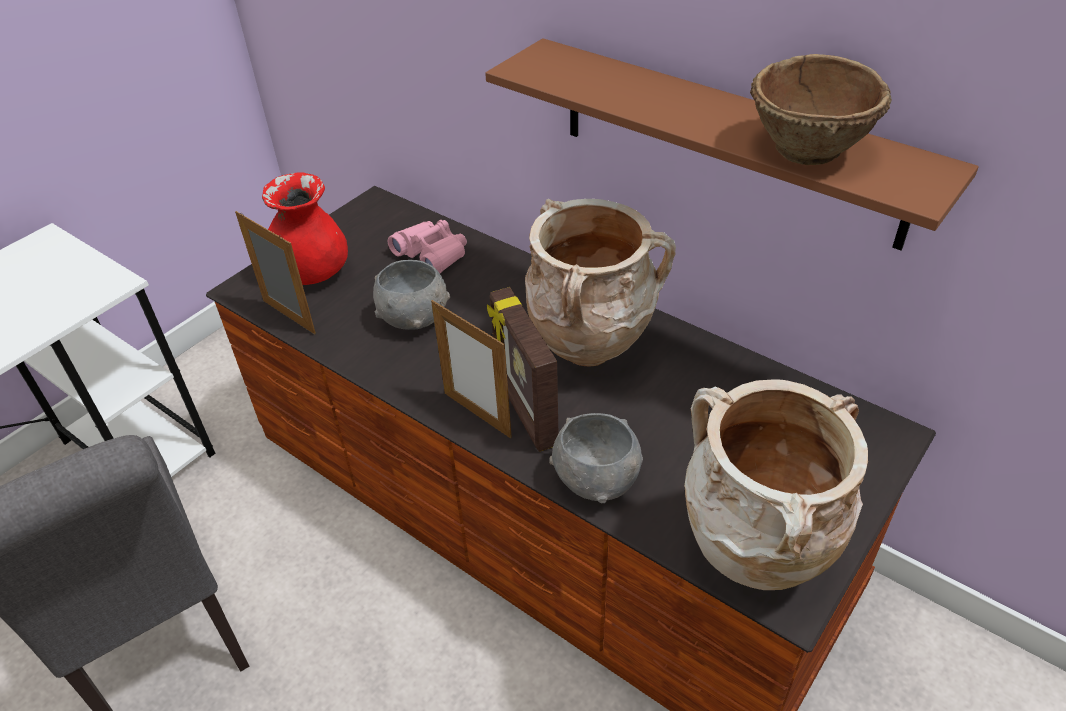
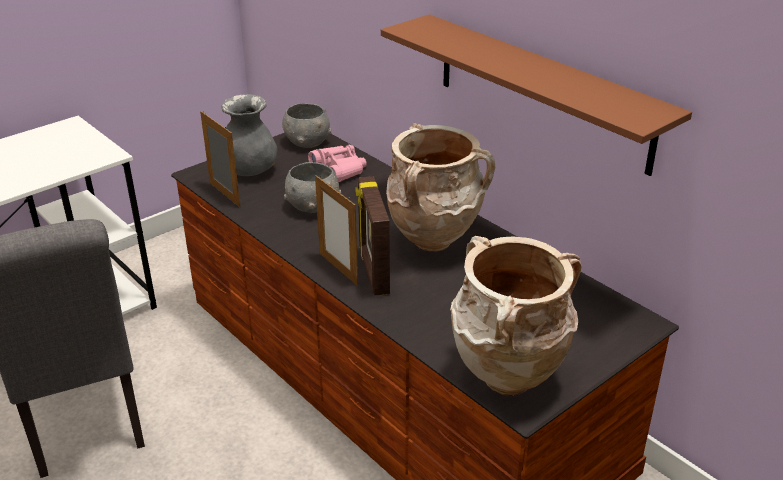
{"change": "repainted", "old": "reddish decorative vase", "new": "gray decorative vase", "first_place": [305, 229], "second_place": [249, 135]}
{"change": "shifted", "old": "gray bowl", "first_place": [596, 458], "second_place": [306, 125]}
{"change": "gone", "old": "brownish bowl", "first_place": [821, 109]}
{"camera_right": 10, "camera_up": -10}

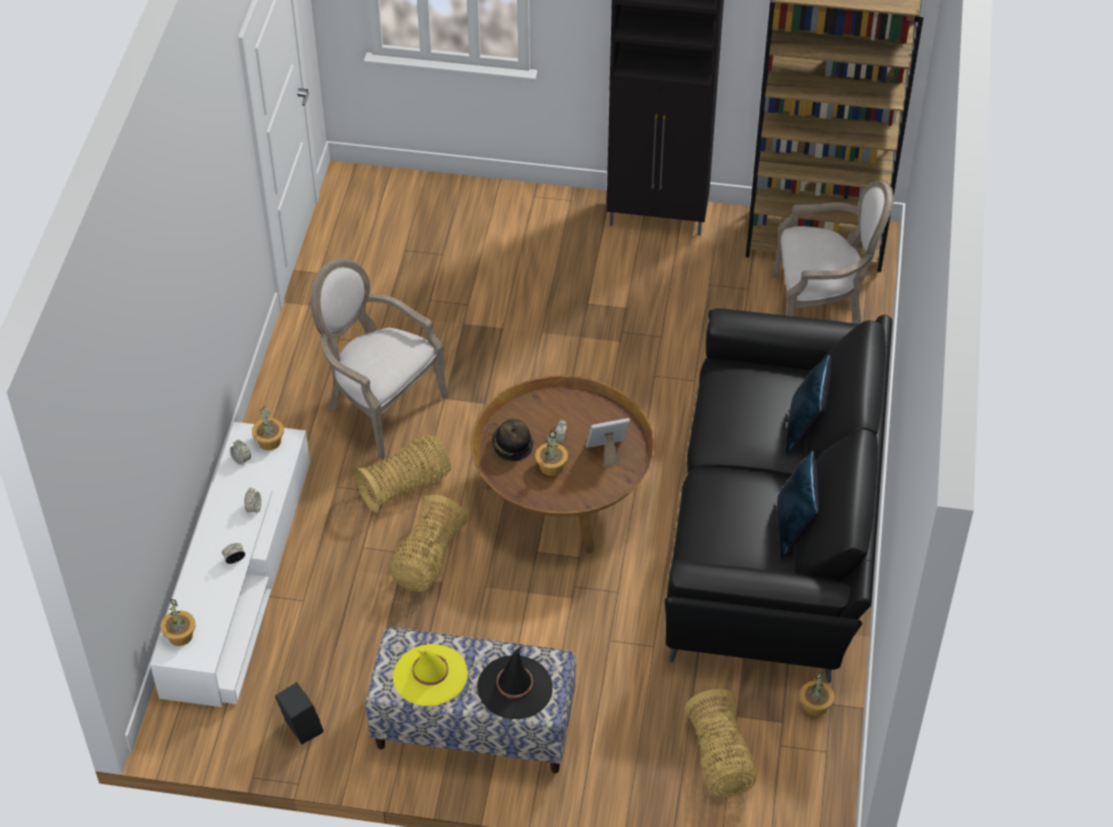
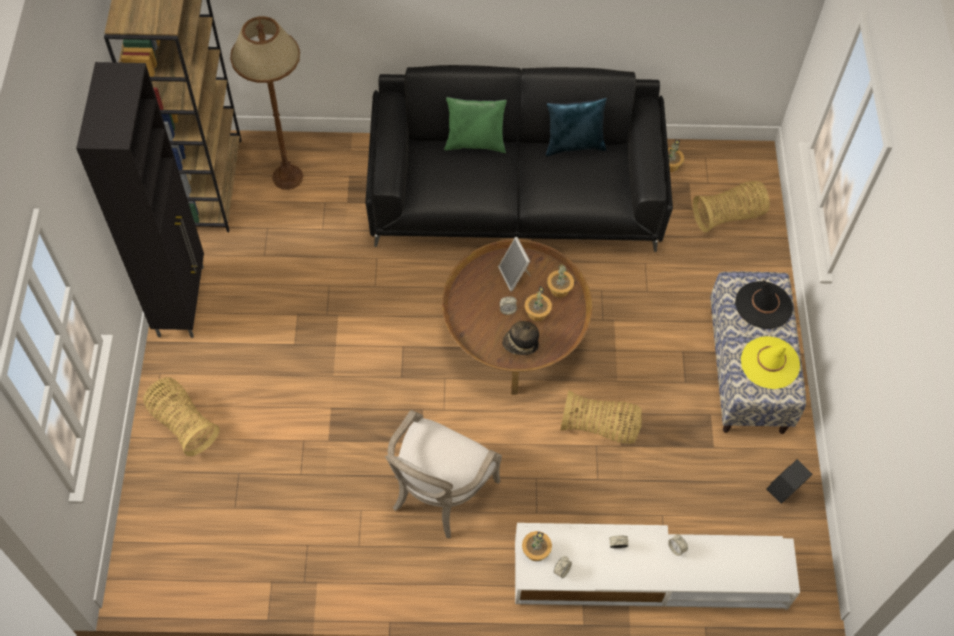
{"change": "shifted", "old": "storage basket", "first_place": [402, 474], "second_place": [181, 416]}
{"change": "swapped", "old": "armchair", "new": "brownish floor lamp", "first_place": [833, 252], "second_place": [266, 103]}
{"change": "repainted", "old": "blue pillow", "new": "green pillow", "first_place": [808, 405], "second_place": [475, 125]}
{"change": "shifted", "old": "houseplant", "first_place": [178, 622], "second_place": [560, 281]}
{"camera_right": -100, "camera_up": 10}

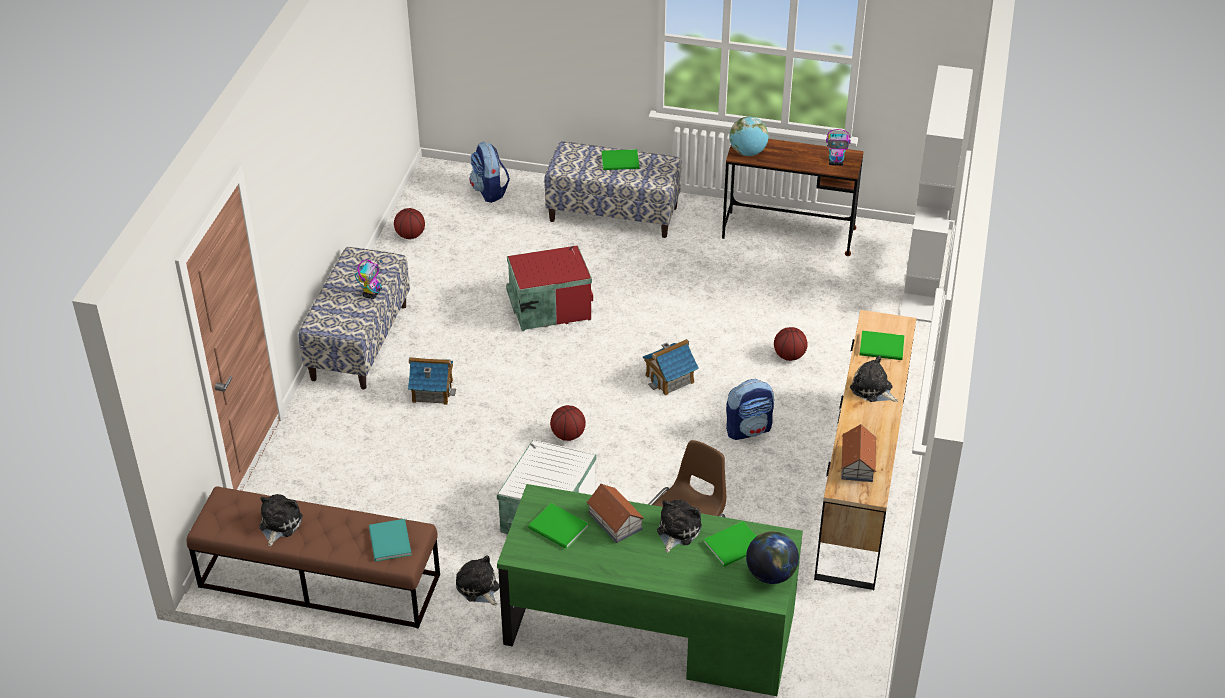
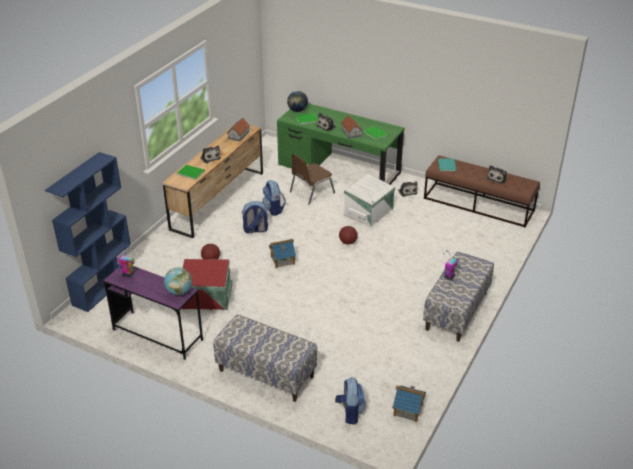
{"change": "repainted", "old": "whitish shelving unit", "new": "blue shelving unit", "first_place": [936, 194], "second_place": [88, 232]}
{"change": "repainted", "old": "brownish desk unit", "new": "purplish desk unit", "first_place": [793, 197], "second_place": [153, 313]}
{"change": "shifted", "old": "reddish storage container", "first_place": [549, 288], "second_place": [207, 284]}
{"change": "new", "new": "backpack", "second_place": [274, 198]}
{"change": "shifted", "old": "toy house", "first_place": [432, 381], "second_place": [409, 403]}
{"change": "gone", "old": "basketball ball", "first_place": [409, 223]}
{"change": "gone", "old": "green book", "first_place": [620, 159]}
{"camera_right": -165, "camera_up": -5}

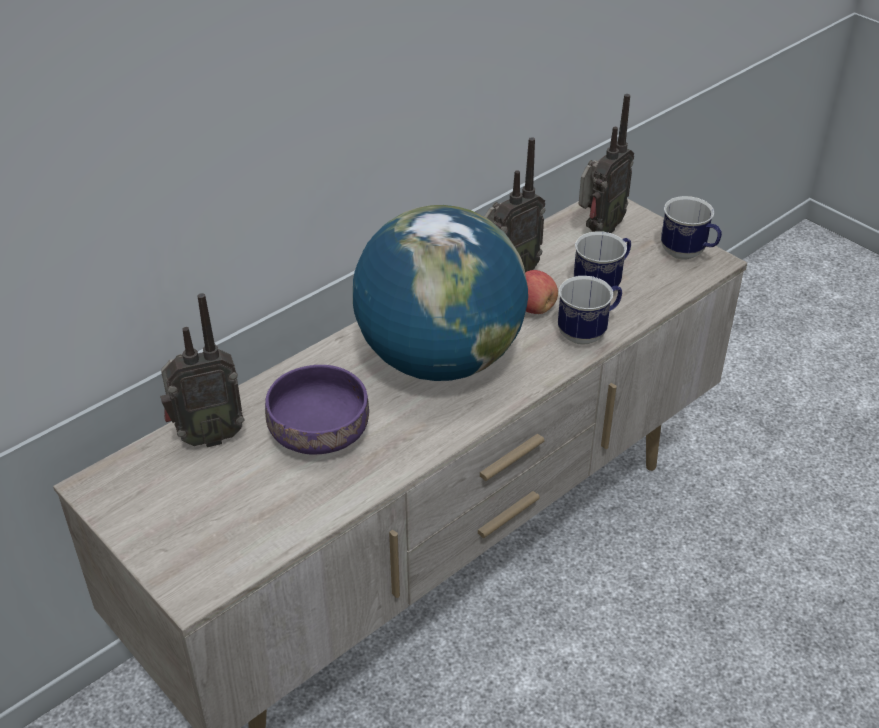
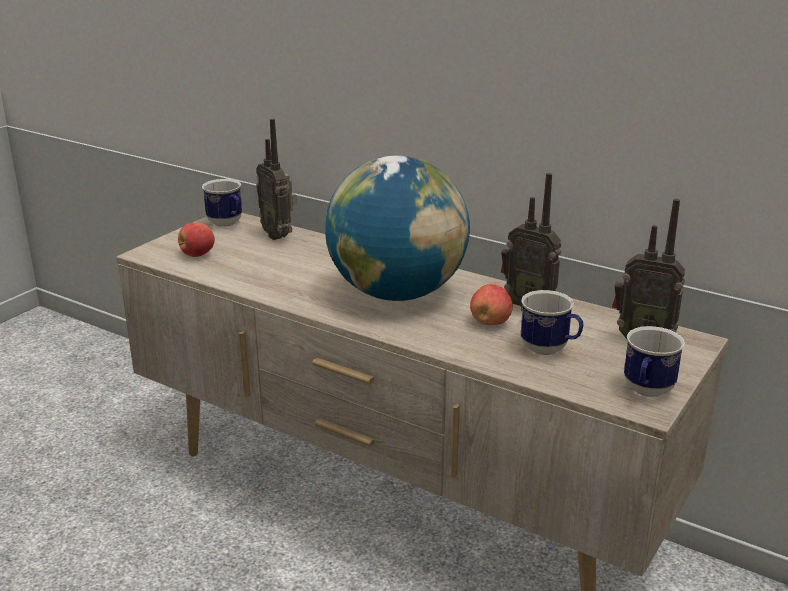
{"change": "new", "new": "whole apple", "second_place": [196, 240]}
{"change": "shifted", "old": "mug", "first_place": [590, 310], "second_place": [222, 203]}
{"change": "gone", "old": "purplish bowl", "first_place": [317, 410]}
{"camera_right": 75, "camera_up": -15}

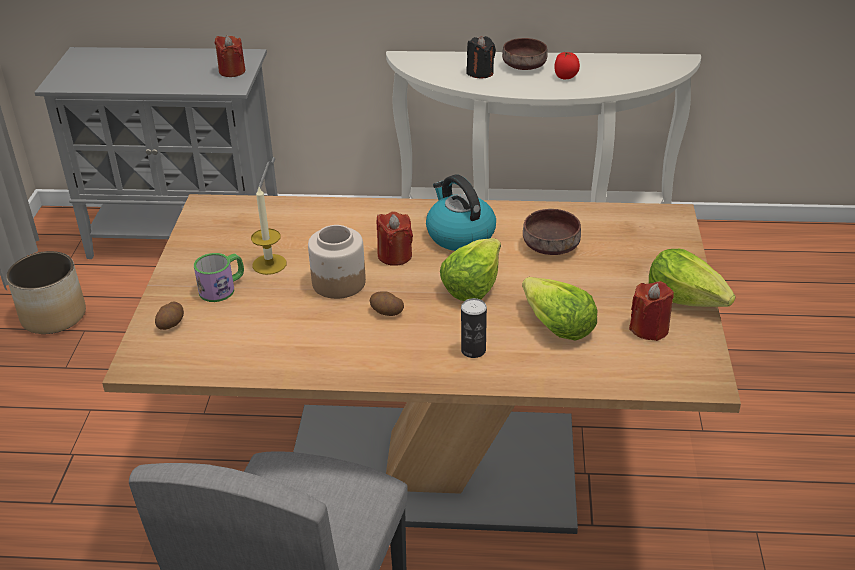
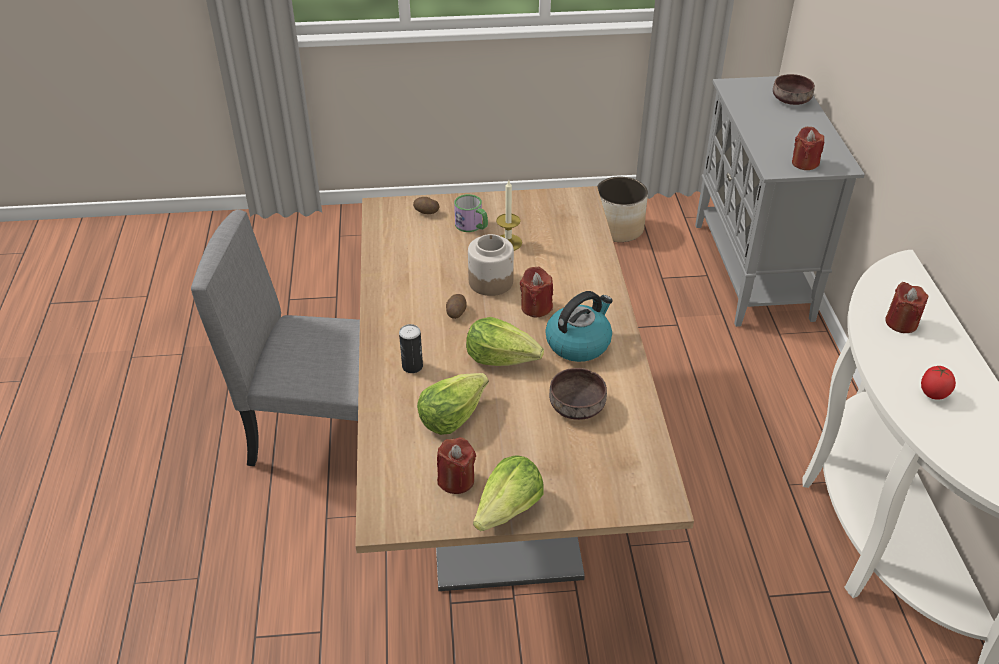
{"change": "shifted", "old": "brownish bowl", "first_place": [524, 54], "second_place": [794, 89]}
{"change": "repainted", "old": "blackish wax candle", "new": "reddish wax candle", "first_place": [481, 57], "second_place": [906, 307]}
{"camera_right": 80, "camera_up": 5}

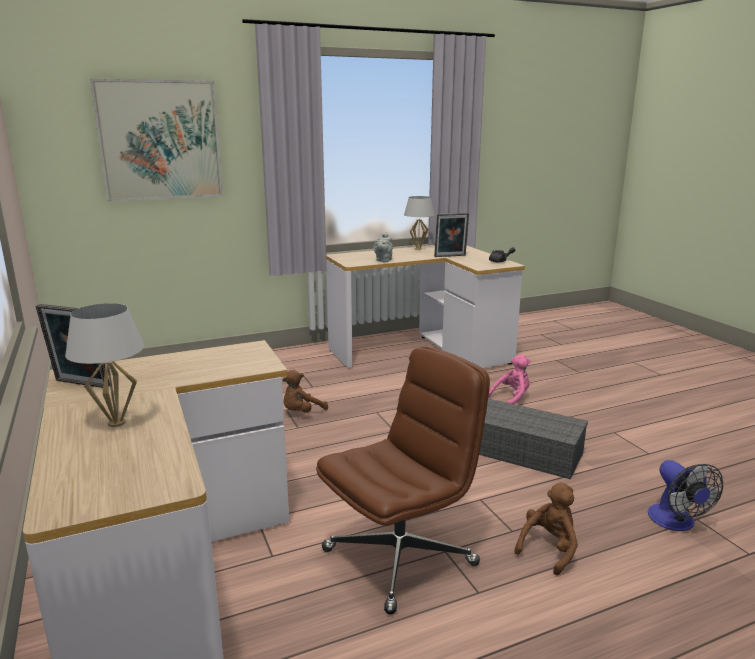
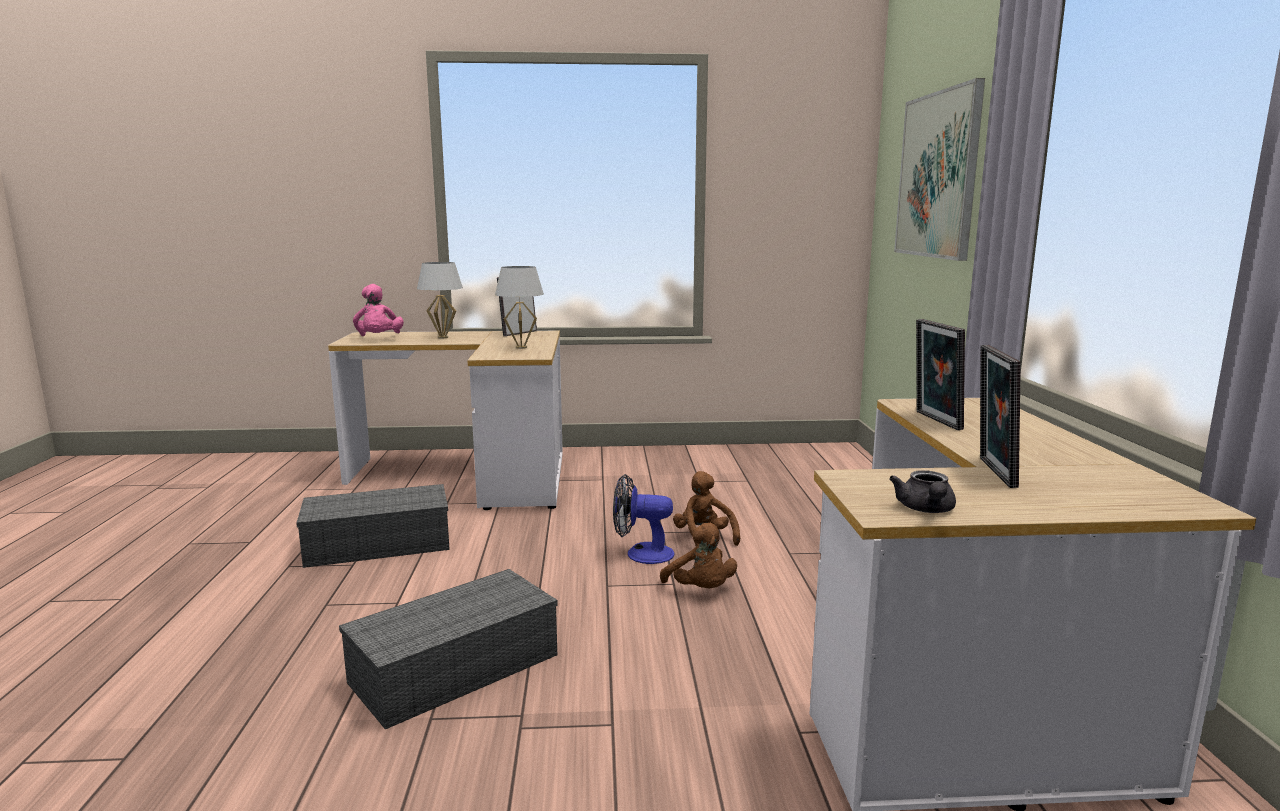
{"change": "swapped", "old": "brownish computer chair", "new": "gray storage container", "first_place": [403, 481], "second_place": [373, 526]}
{"change": "shifted", "old": "pink plush toy", "first_place": [509, 379], "second_place": [378, 310]}
{"change": "shifted", "old": "whitish table lamp", "first_place": [419, 223], "second_place": [519, 307]}
{"change": "shifted", "old": "electric fan", "first_place": [685, 495], "second_place": [643, 519]}
{"change": "shifted", "old": "brownish plush toy", "first_place": [546, 528], "second_place": [698, 556]}
{"change": "swapped", "old": "gray teapot", "new": "photo frame", "first_place": [383, 247], "second_place": [940, 374]}
{"camera_right": 110, "camera_up": -5}

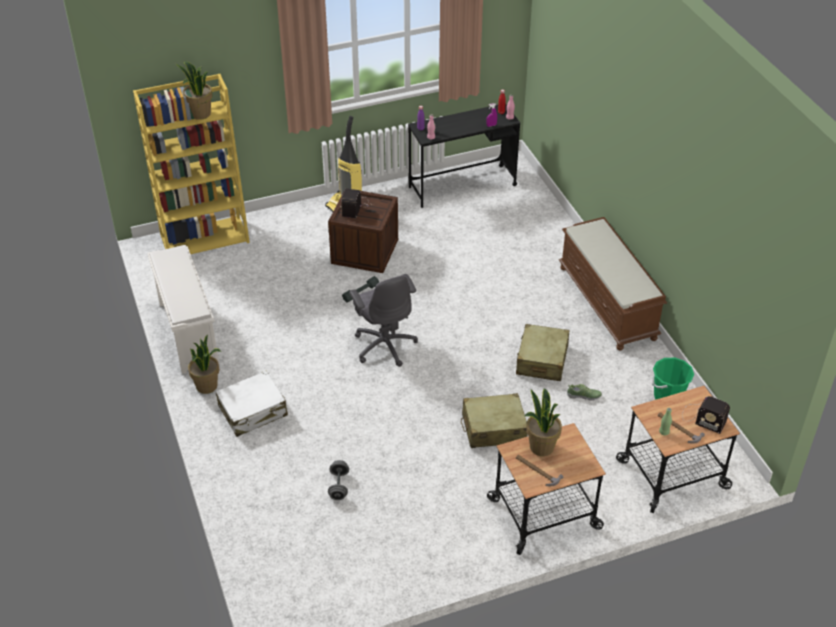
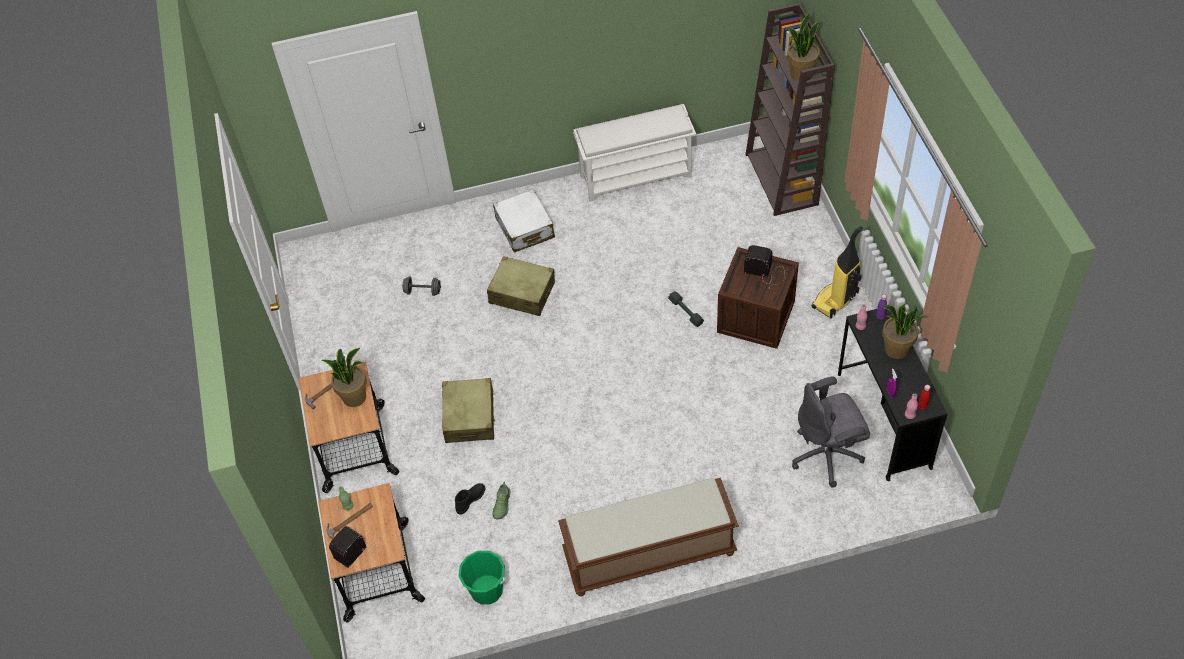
{"change": "new", "new": "blackish high-top boot", "second_place": [470, 498]}
{"change": "shifted", "old": "beige piece of luggage", "first_place": [542, 352], "second_place": [521, 286]}
{"change": "repainted", "old": "yellow-coloured shelving unit", "new": "brownish shelving unit", "first_place": [191, 164], "second_place": [790, 109]}
{"change": "shifted", "old": "gray computer chair", "first_place": [383, 320], "second_place": [831, 432]}
{"change": "shifted", "old": "houseplant", "first_place": [204, 364], "second_place": [904, 331]}
{"camera_right": 100, "camera_up": 10}

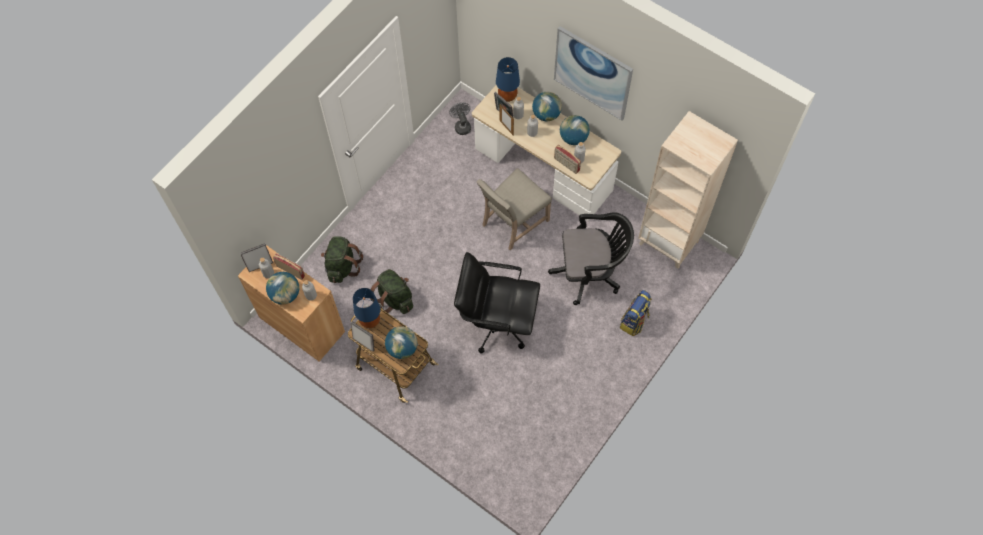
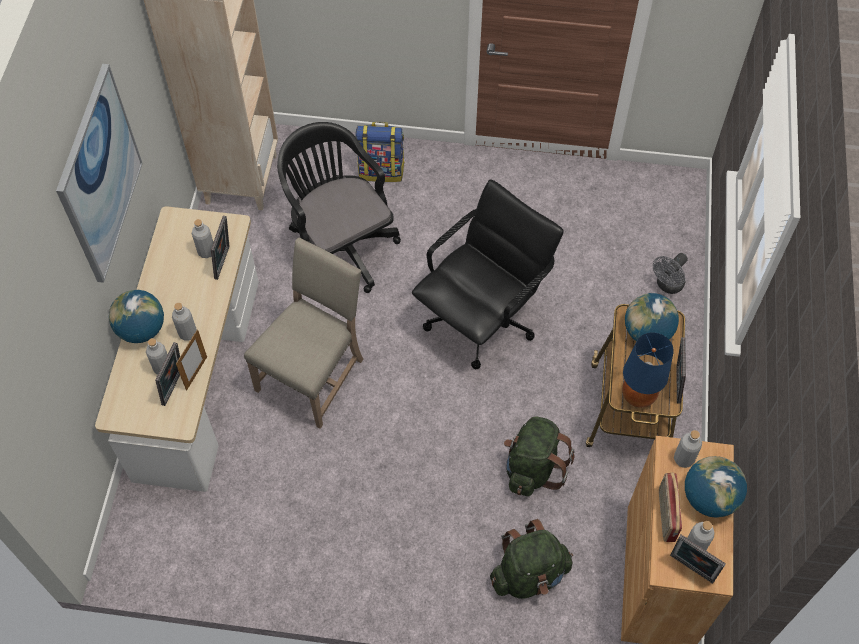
{"change": "swapped", "old": "radio receiver", "new": "photo frame", "first_place": [567, 159], "second_place": [220, 248]}
{"change": "rotated", "old": "beige plain chair", "first_place": [514, 209], "second_place": [304, 333], "degrees": -75}
{"change": "rotated", "old": "blackish computer chair", "first_place": [497, 302], "second_place": [488, 274], "degrees": -120}
{"change": "shifted", "old": "gray electric fan", "first_place": [460, 118], "second_place": [670, 273]}
{"change": "gone", "old": "blue table lamp", "first_place": [508, 79]}
{"change": "gone", "old": "world globe", "first_place": [575, 130]}
{"camera_right": -120, "camera_up": -5}

